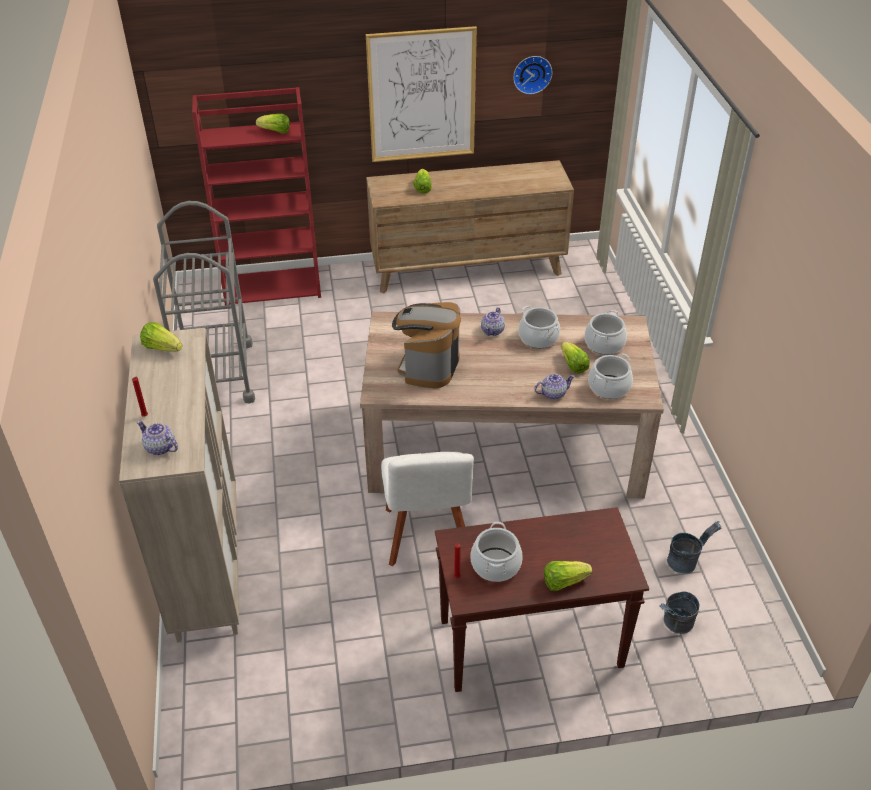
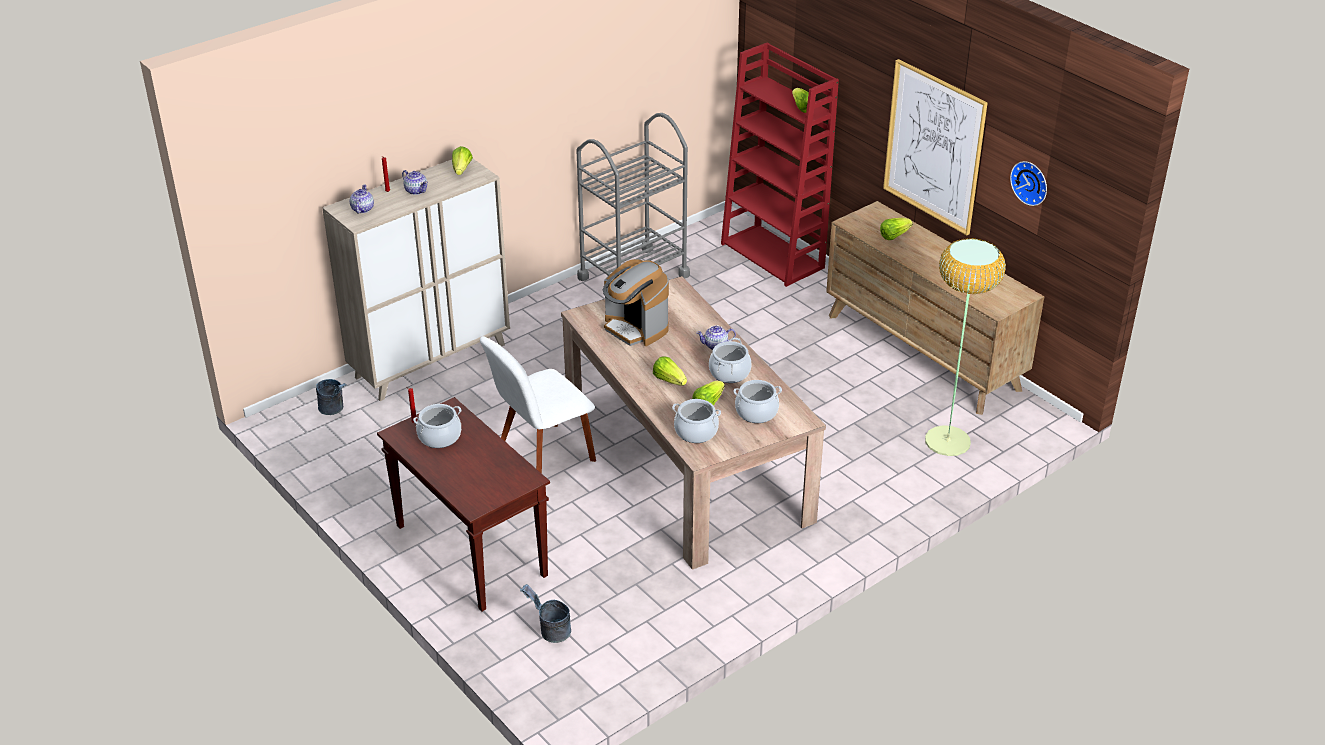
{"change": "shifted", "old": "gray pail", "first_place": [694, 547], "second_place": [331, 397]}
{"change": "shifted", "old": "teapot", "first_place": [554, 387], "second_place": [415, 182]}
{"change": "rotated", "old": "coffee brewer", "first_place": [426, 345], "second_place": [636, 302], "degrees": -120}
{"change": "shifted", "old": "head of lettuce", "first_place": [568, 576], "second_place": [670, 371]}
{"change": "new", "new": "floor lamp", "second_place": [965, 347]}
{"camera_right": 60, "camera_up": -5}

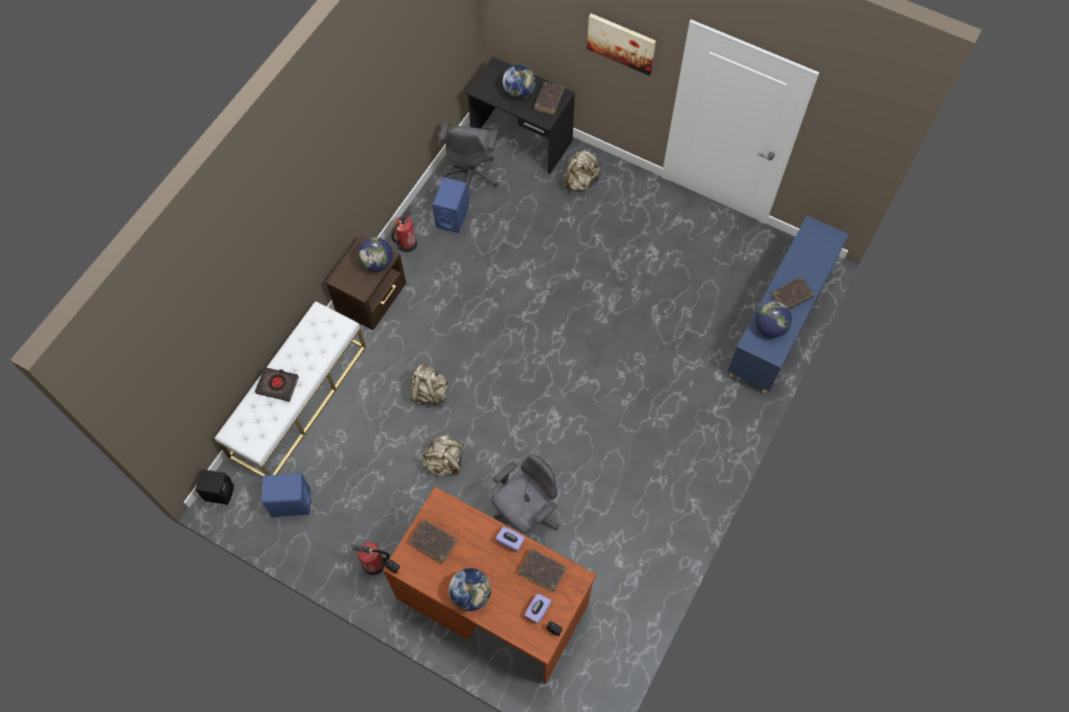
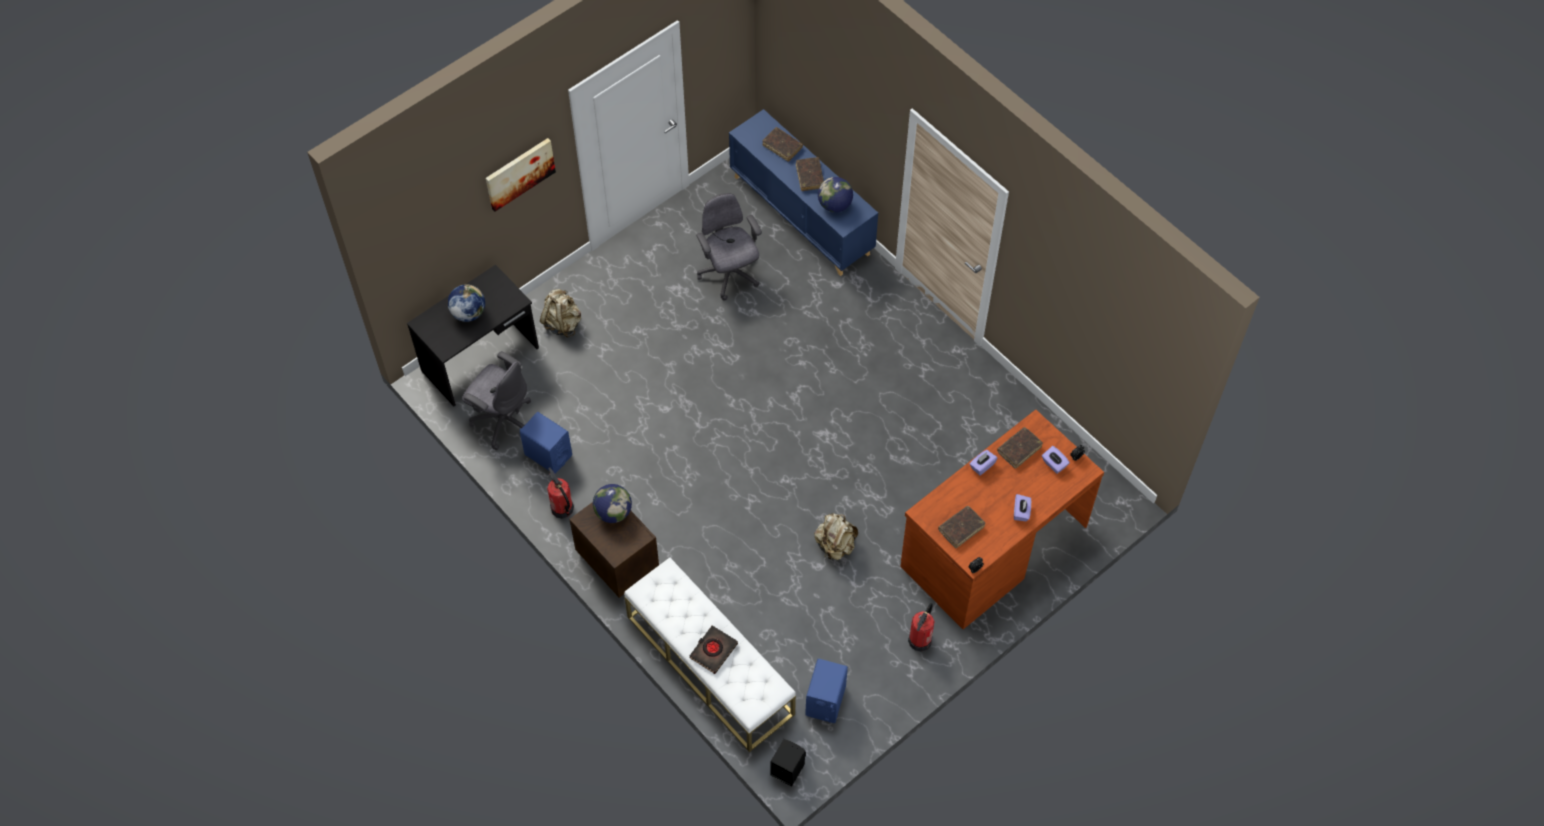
{"change": "shifted", "old": "gray computer chair", "first_place": [525, 494], "second_place": [729, 247]}
{"change": "shifted", "old": "brownish book", "first_place": [549, 98], "second_place": [782, 144]}
{"change": "swapped", "old": "world globe", "new": "purplish box of tissues", "first_place": [470, 589], "second_place": [1022, 507]}
{"change": "gone", "old": "beige backpack", "first_place": [429, 385]}
{"camera_right": -70, "camera_up": -5}

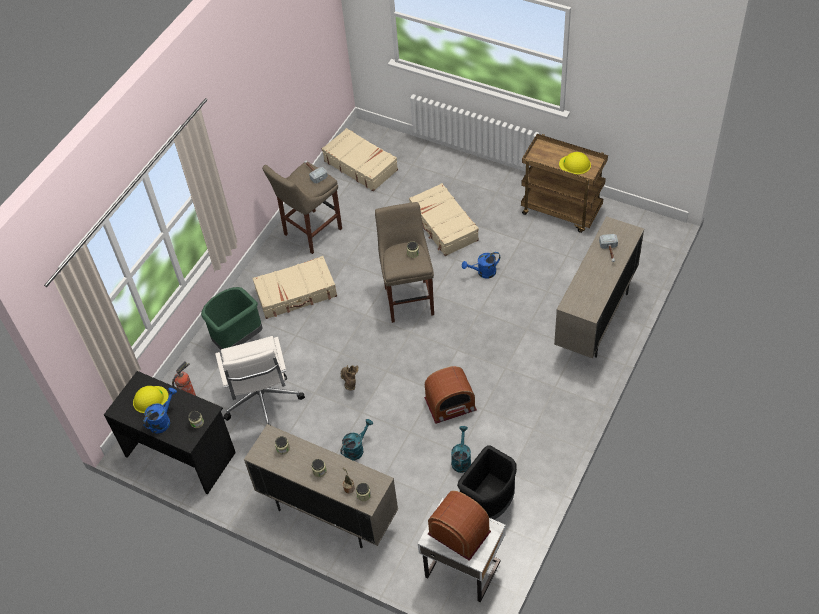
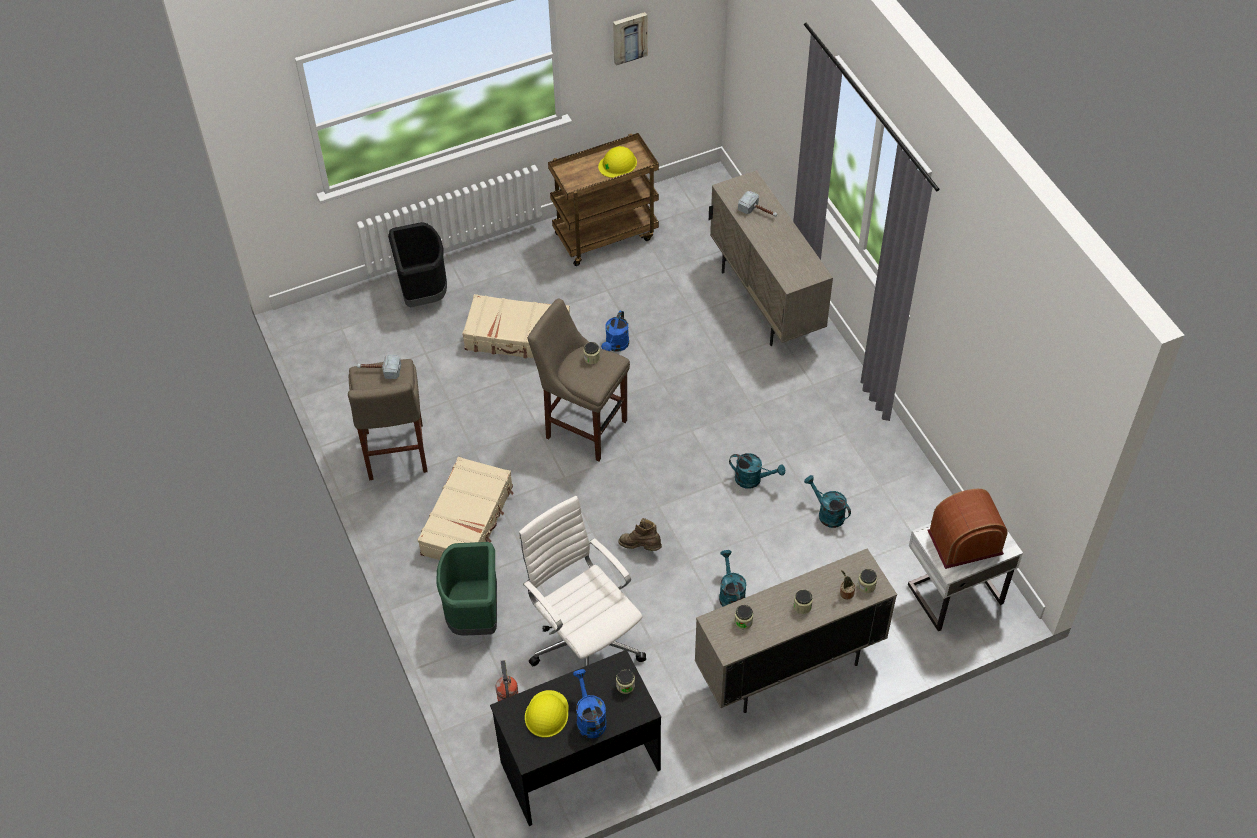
{"change": "shifted", "old": "blackish waste bin", "first_place": [487, 482], "second_place": [417, 264]}
{"change": "rotated", "old": "whitish computer chair", "first_place": [260, 380], "second_place": [582, 581], "degrees": -150}
{"change": "new", "new": "wall art", "second_place": [630, 39]}
{"change": "swapped", "old": "radio receiver", "new": "blue-green watering pot", "first_place": [450, 395], "second_place": [757, 471]}
{"change": "gone", "old": "beige piece of luggage", "first_place": [360, 159]}
{"camera_right": -55, "camera_up": 0}

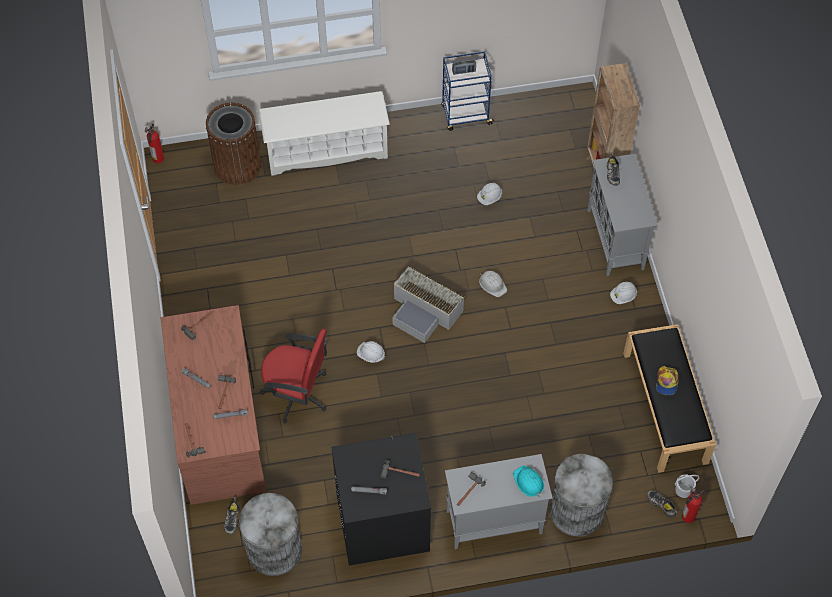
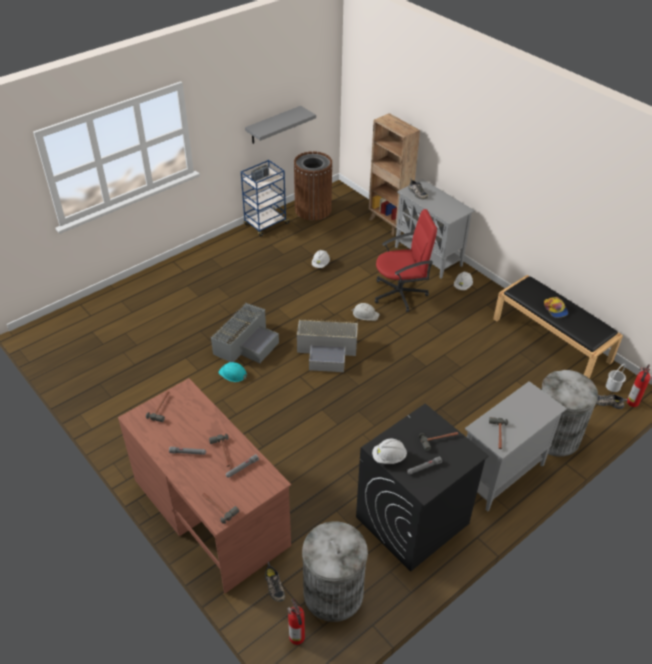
{"change": "new", "new": "gray storage container", "second_place": [245, 333]}
{"change": "shifted", "old": "blue-green safety helmet", "first_place": [528, 481], "second_place": [233, 372]}
{"change": "new", "new": "gray bracket shelf", "second_place": [280, 125]}
{"change": "shifted", "old": "extinguisher", "first_place": [154, 144], "second_place": [296, 621]}
{"change": "shifted", "old": "brownish waste bin", "first_place": [233, 143], "second_place": [313, 186]}
{"change": "shifted", "old": "whitish safety helmet", "first_place": [371, 352], "second_place": [389, 451]}
{"change": "shifted", "old": "reddish computer chair", "first_place": [294, 375], "second_place": [406, 260]}
{"change": "gone", "old": "whitish shoe stand", "first_place": [324, 133]}
{"camera_right": -30, "camera_up": -15}

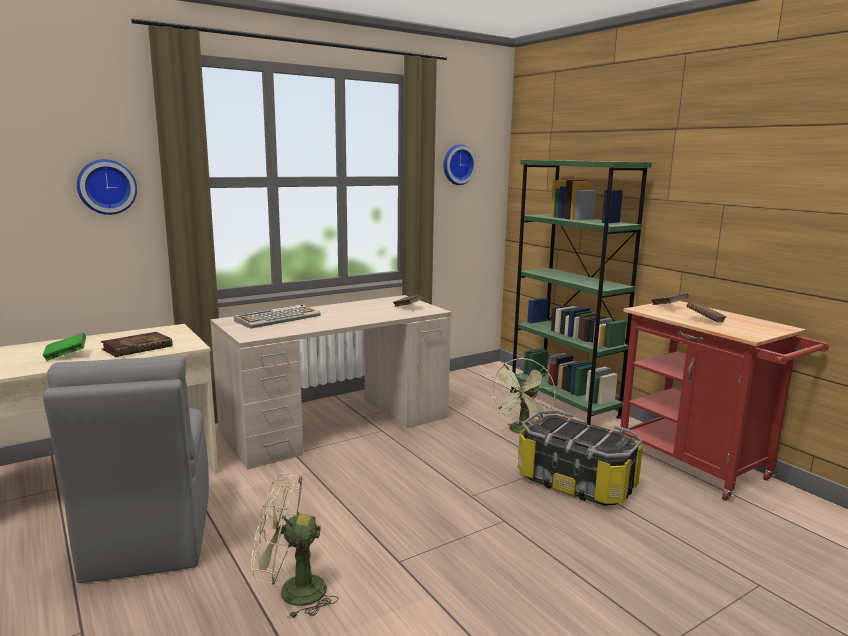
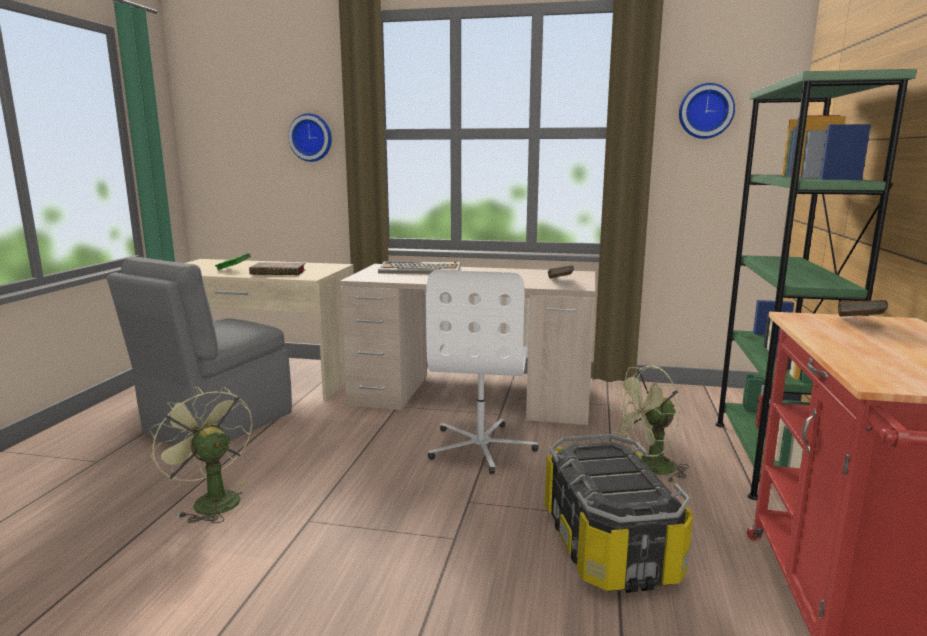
{"change": "new", "new": "whitish computer chair", "second_place": [482, 372]}
{"change": "gone", "old": "brownish book", "first_place": [706, 312]}
{"camera_right": 45, "camera_up": 0}

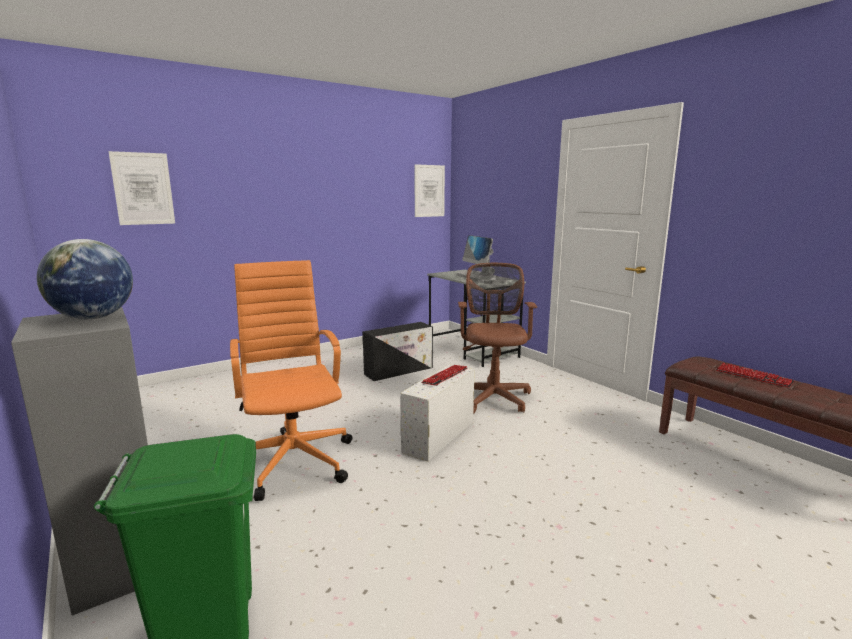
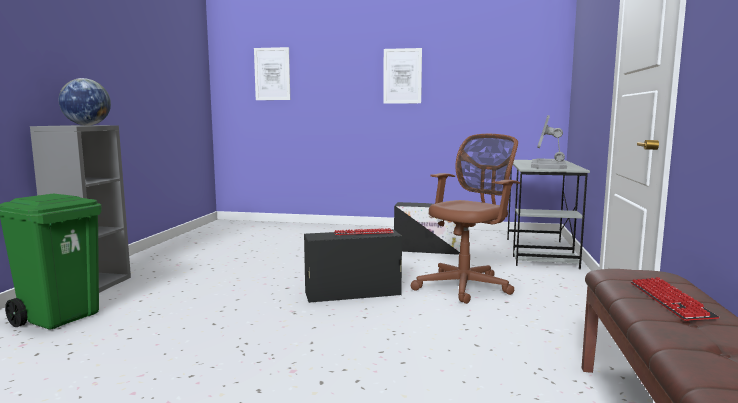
{"change": "repainted", "old": "whitish storage container", "new": "blackish storage container", "first_place": [437, 413], "second_place": [353, 266]}
{"change": "shifted", "old": "wall art", "first_place": [429, 190], "second_place": [402, 76]}
{"change": "gone", "old": "orange computer chair", "first_place": [291, 380]}
{"camera_right": 45, "camera_up": -5}

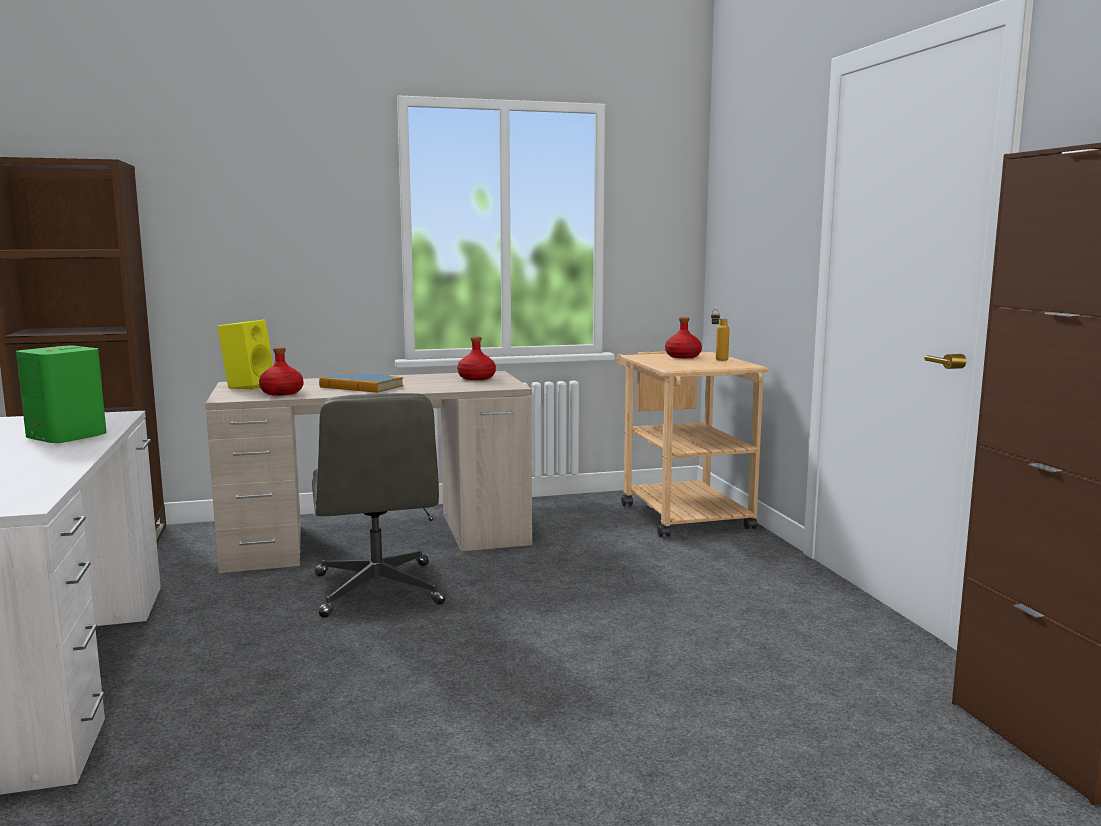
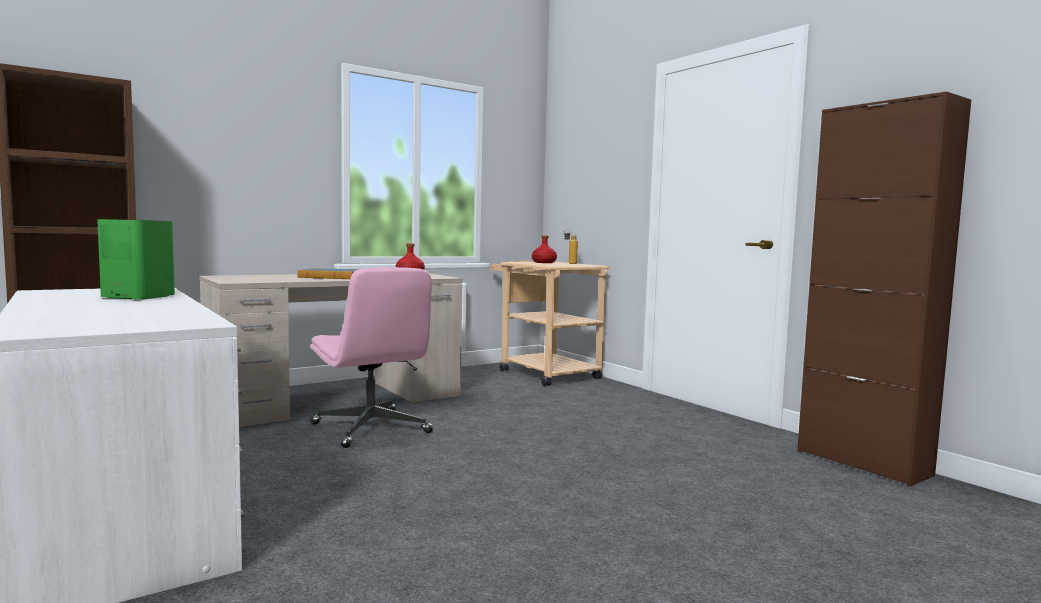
{"change": "repainted", "old": "gray computer chair", "new": "pink computer chair", "first_place": [378, 505], "second_place": [371, 357]}
{"change": "gone", "old": "yellow-coloured speaker", "first_place": [245, 355]}
{"change": "gone", "old": "reddish bottle", "first_place": [281, 371]}
{"camera_right": -20, "camera_up": -5}

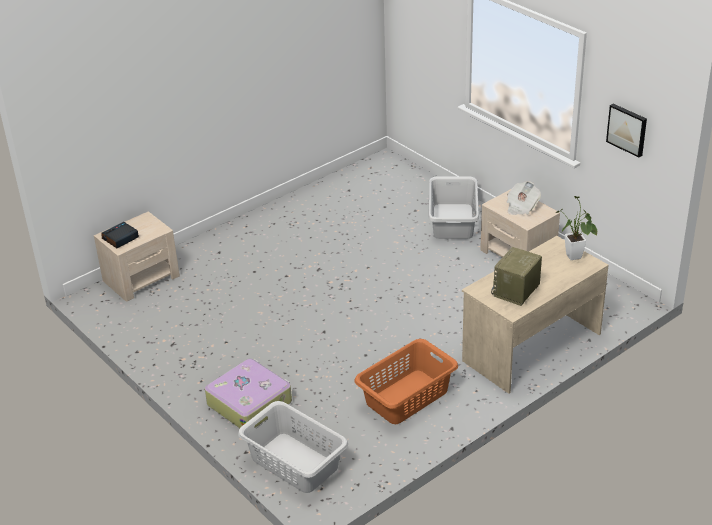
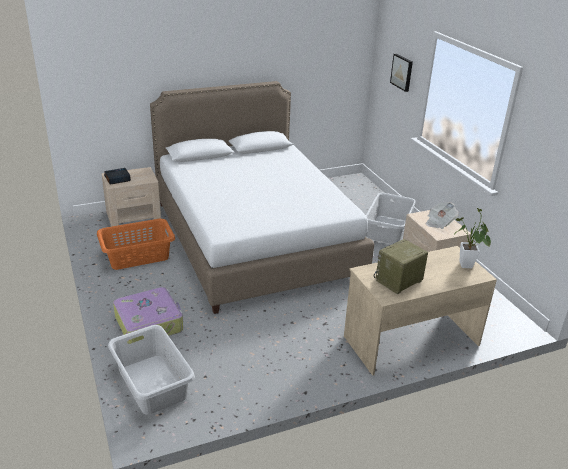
{"change": "shifted", "old": "orange hamper", "first_place": [406, 381], "second_place": [136, 244]}
{"change": "new", "new": "whitish sleeping bed", "second_place": [262, 197]}
{"change": "shifted", "old": "wall art", "first_place": [626, 130], "second_place": [401, 72]}
{"camera_right": 15, "camera_up": -5}

